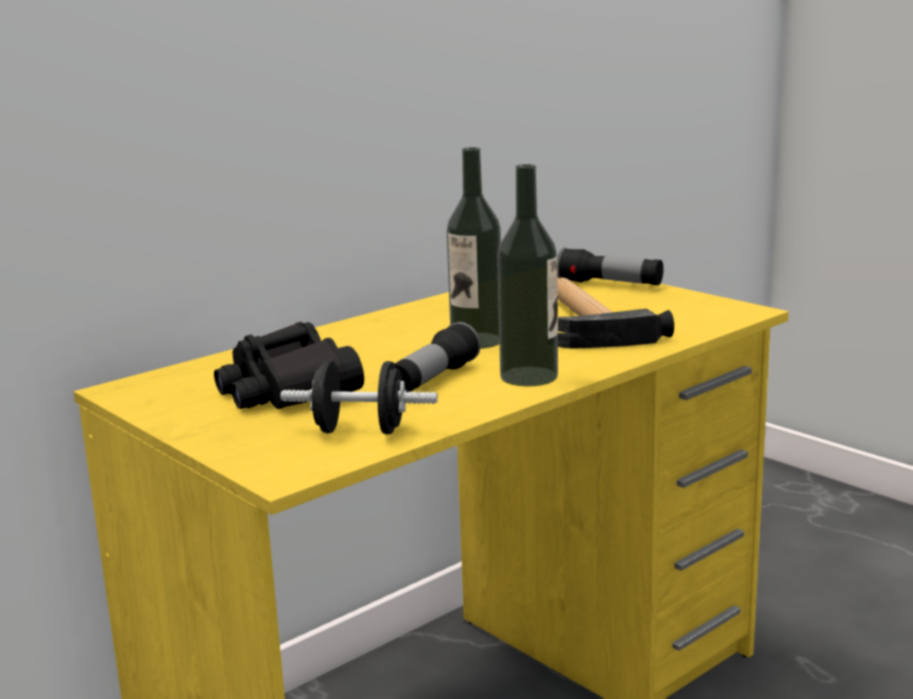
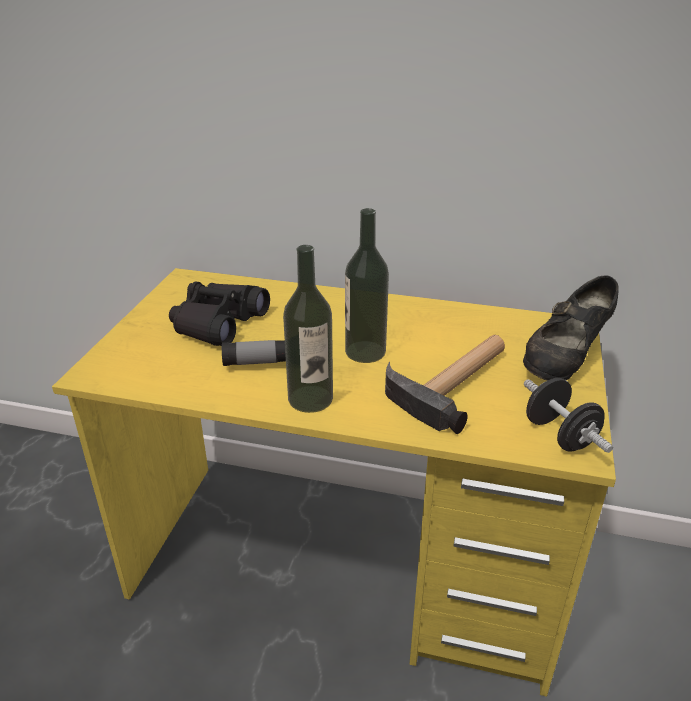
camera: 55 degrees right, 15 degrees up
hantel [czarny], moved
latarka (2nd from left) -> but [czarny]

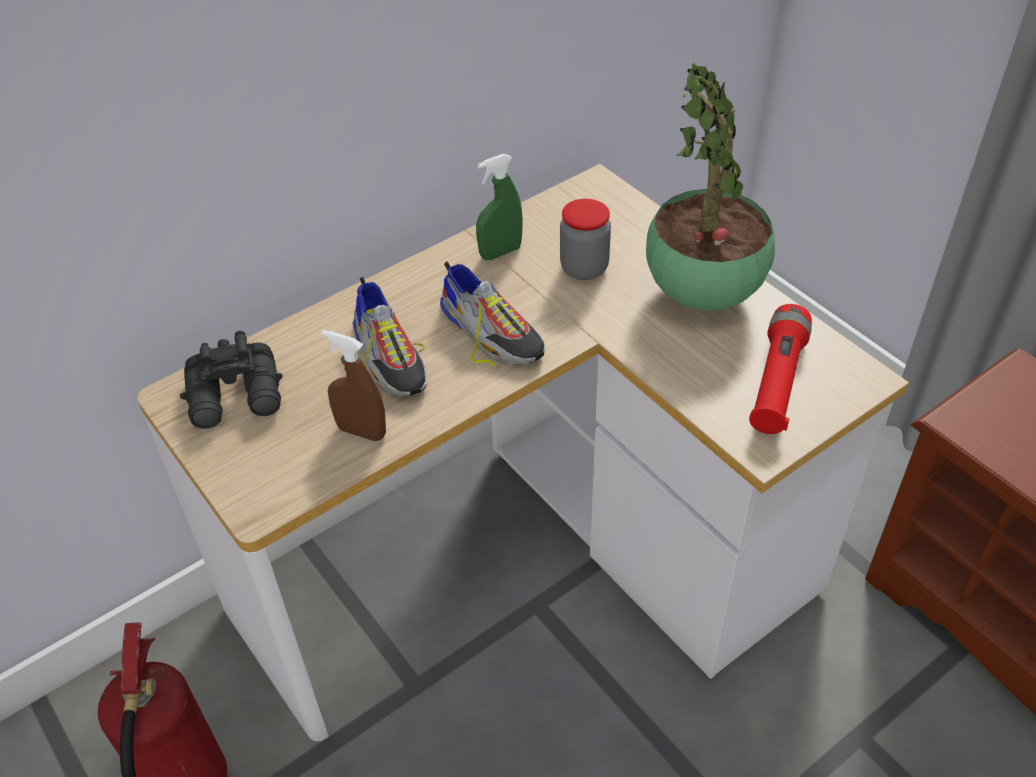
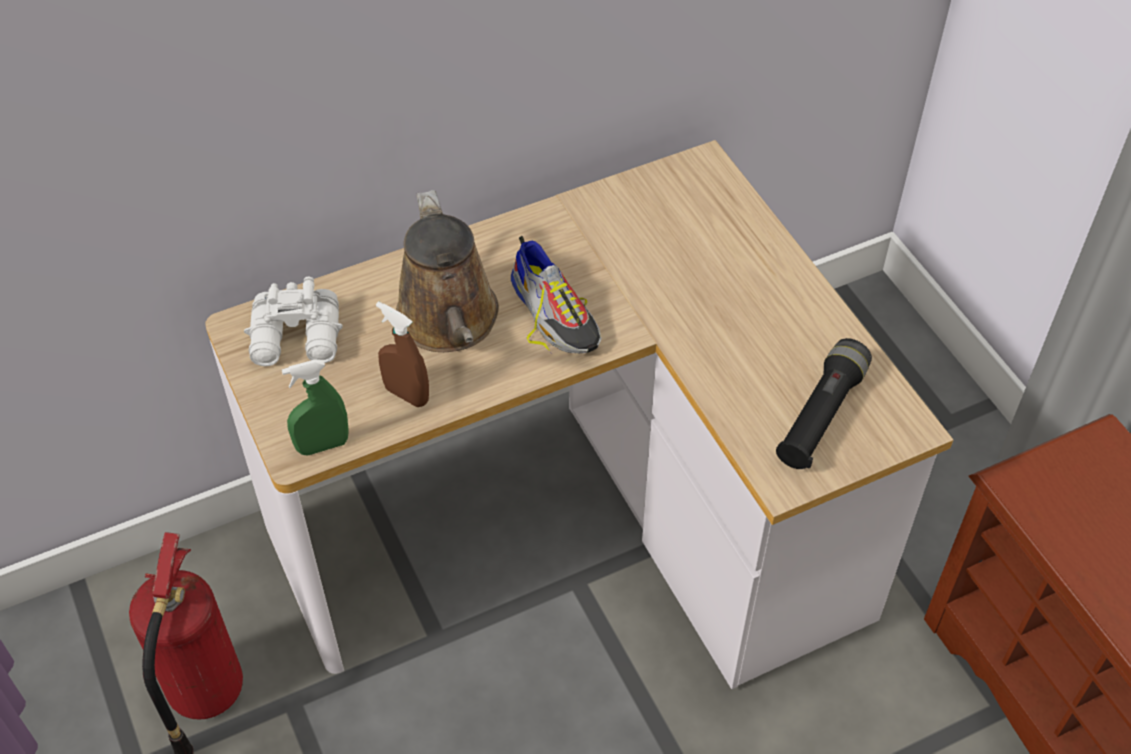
camera: 10 degrees right, 5 degrees up
lornetka [czarny] -> lornetka [biały]
but (1st from left) -> konewka [brązowy]
spryskiwacz [zielony], moved
słoik -> none
roślina doniczkowa -> none
latarka [czerwony] -> latarka [czarny]

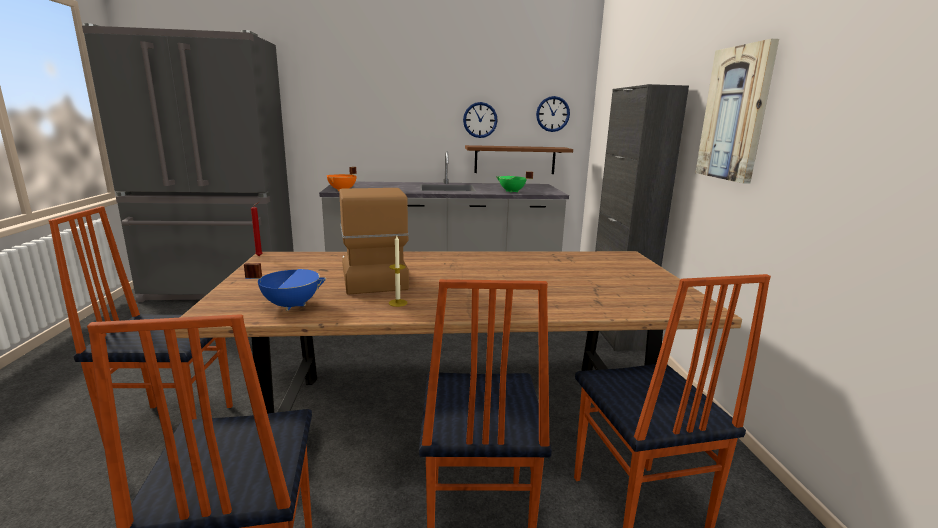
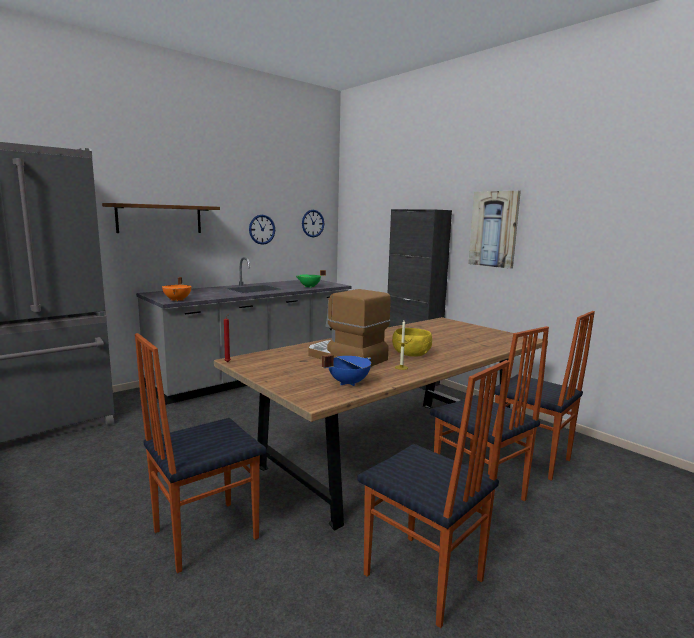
camera: 35 degrees left, 5 degrees down
półka [brązowy], moved
none -> miska [żółty]

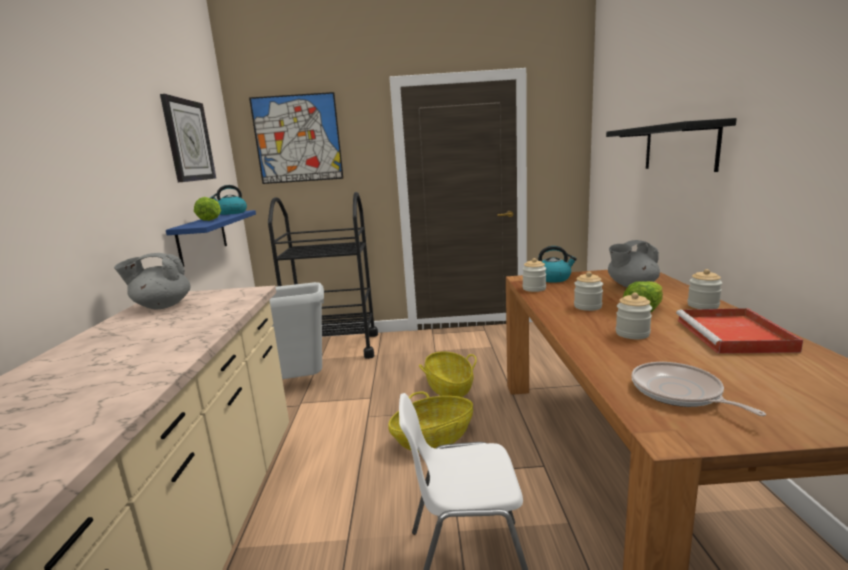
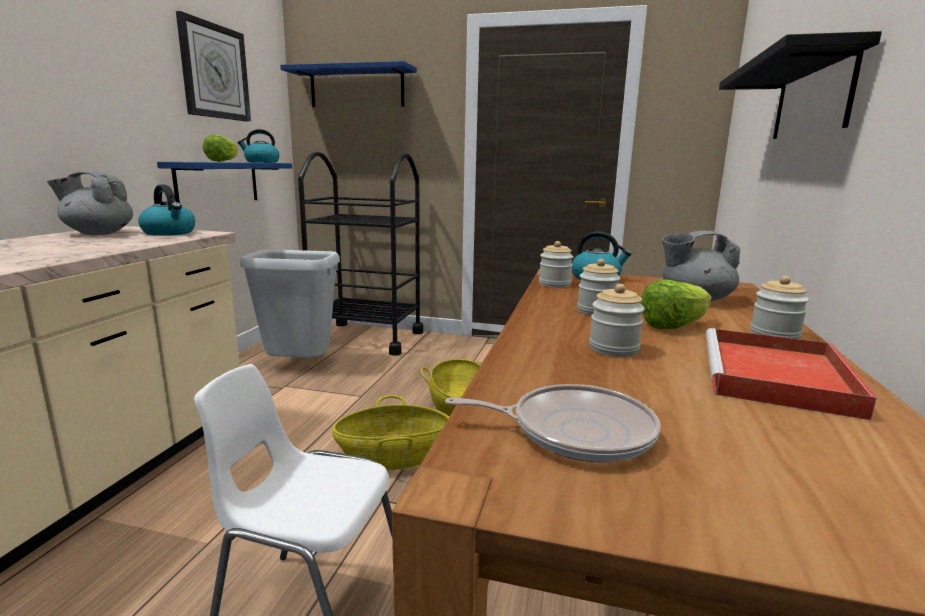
camera: 15 degrees right, 0 degrees up
obraz -> półka [niebieski] (2nd from left)
patelnia, 105 degrees clockwise
none -> czajnik (1st from left)

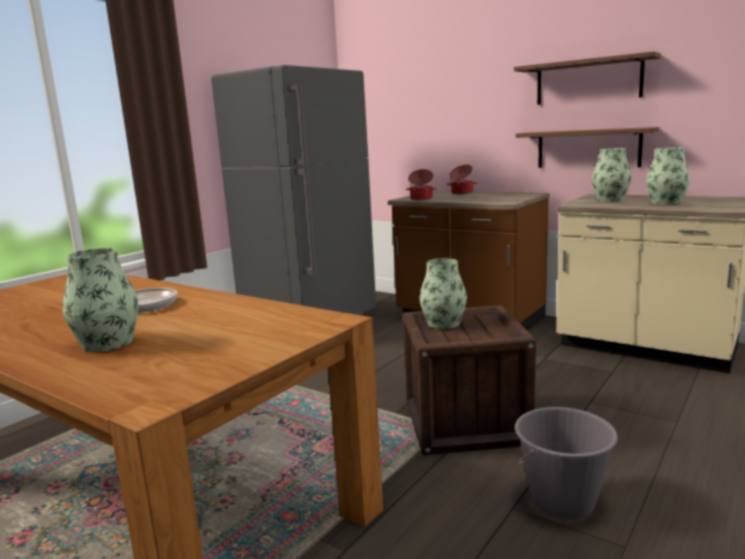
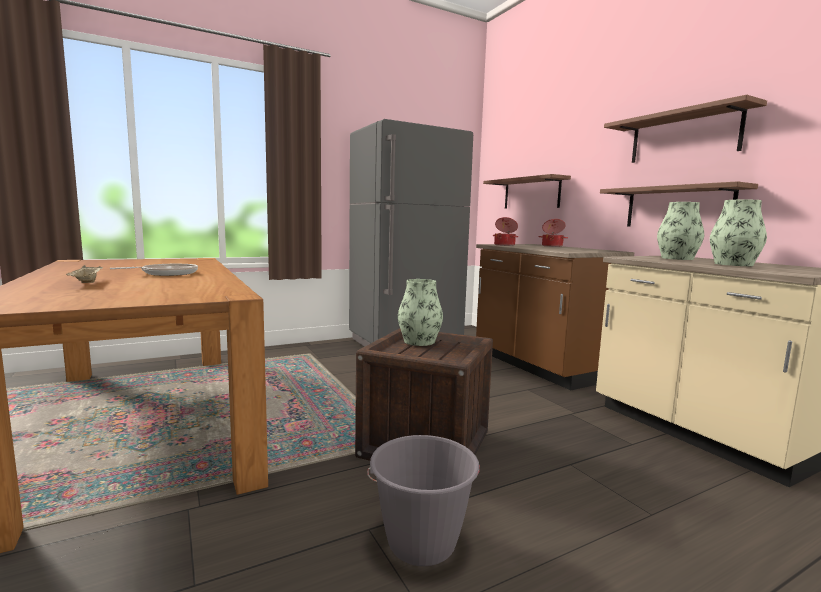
camera: 25 degrees right, 5 degrees down
wazon (1st from left) -> taca [beżowy]
none -> półka (1st from left)

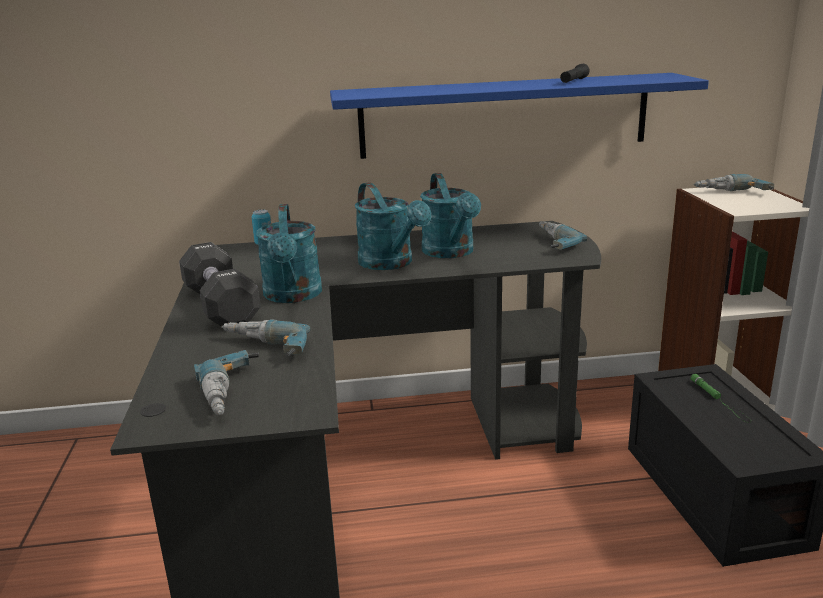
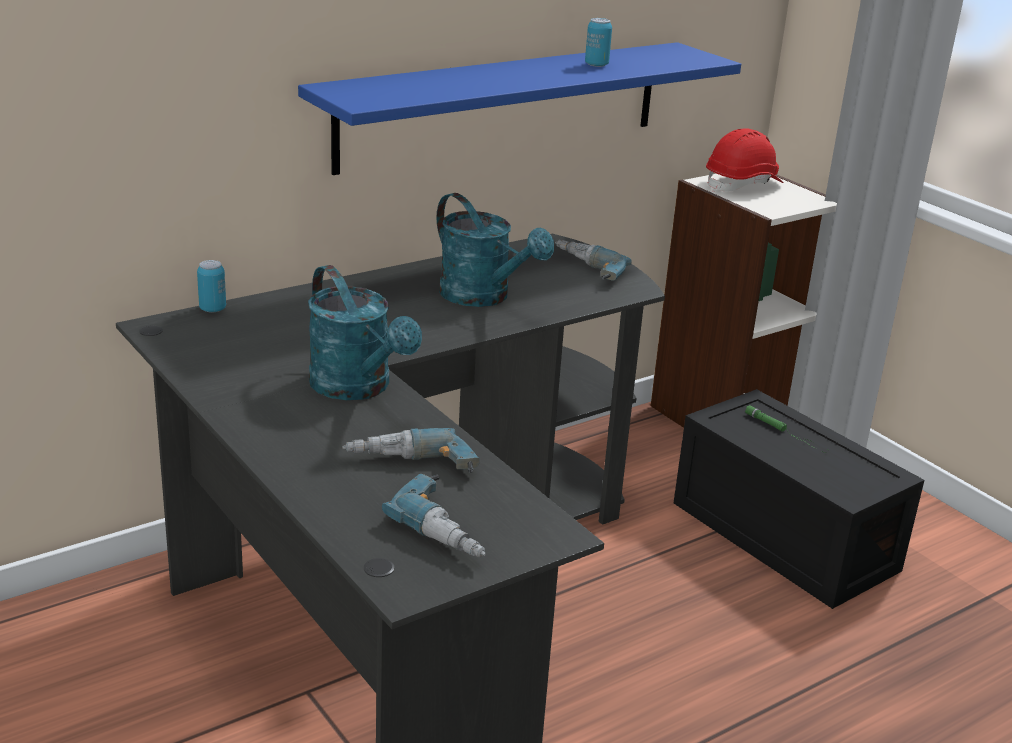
camera: 30 degrees left, 5 degrees up
hantel [czarny] -> none
konewka [turkusowy] (2nd from left) -> none
latarka [czarny] -> puszka (2nd from left)
wiertarka (4th from left) -> kask [czerwony]

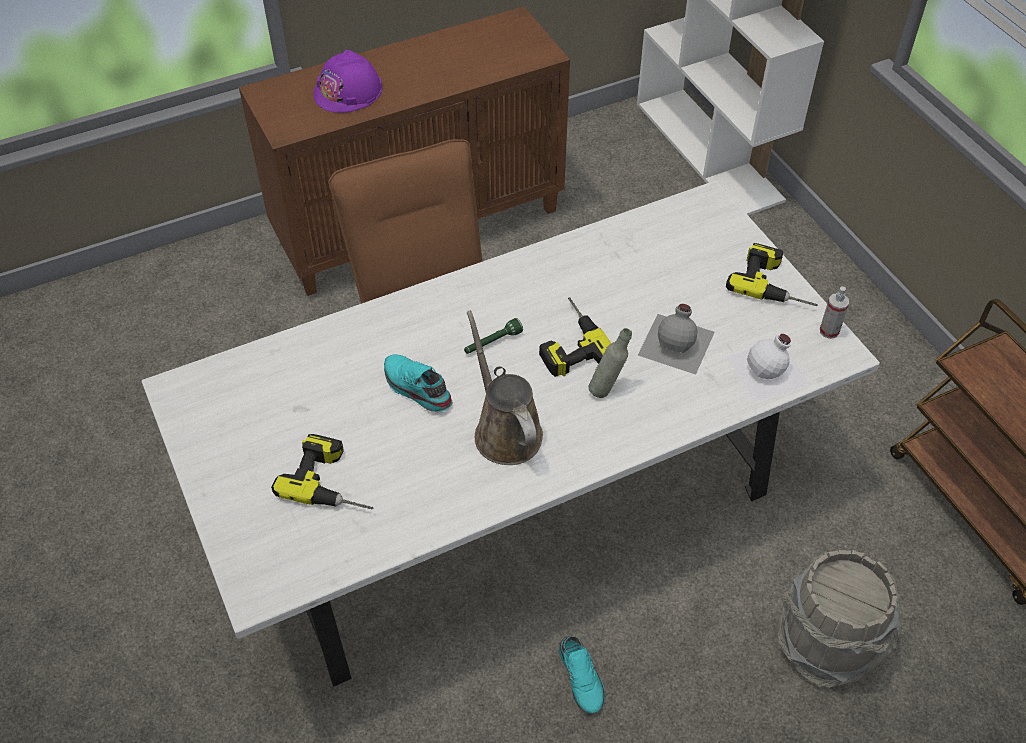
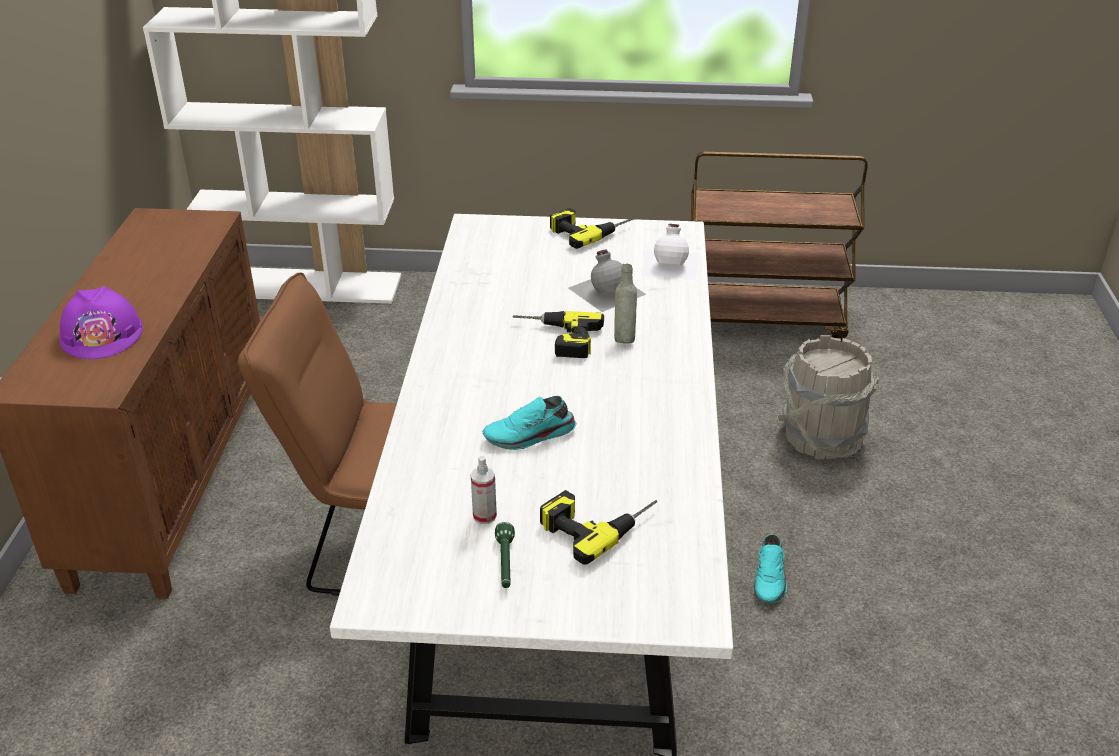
camera: 60 degrees left, 15 degrees down
latarka [zielony], moved
konewka [brązowy] -> none
but [turkusowy] (2nd from left), 90 degrees clockwise
spryskiwacz, moved

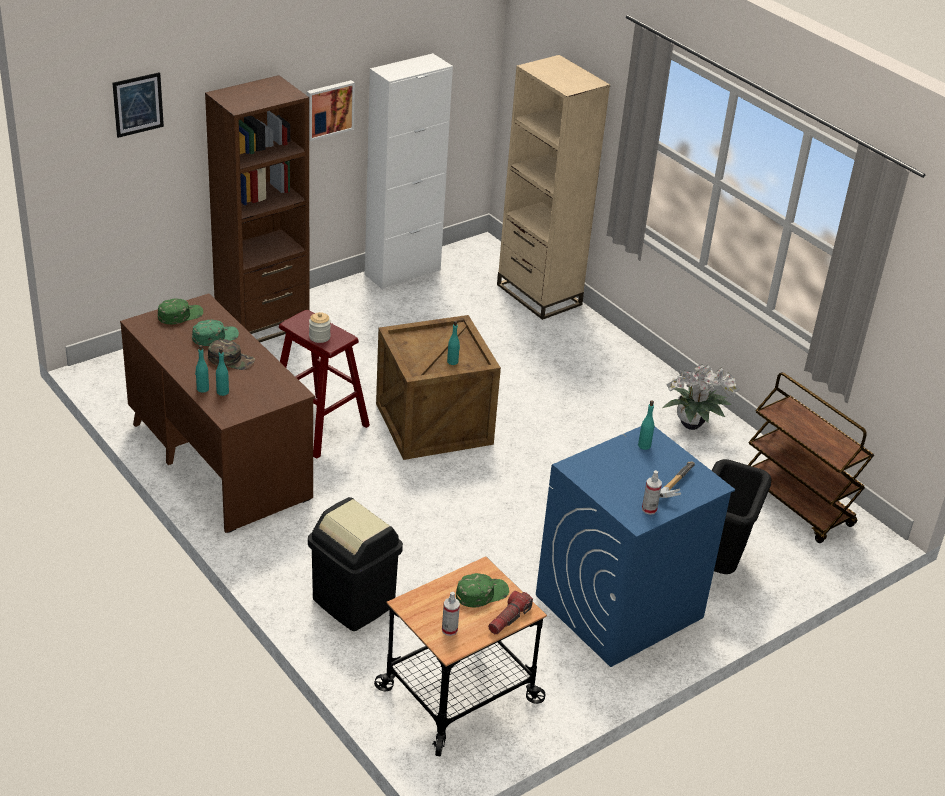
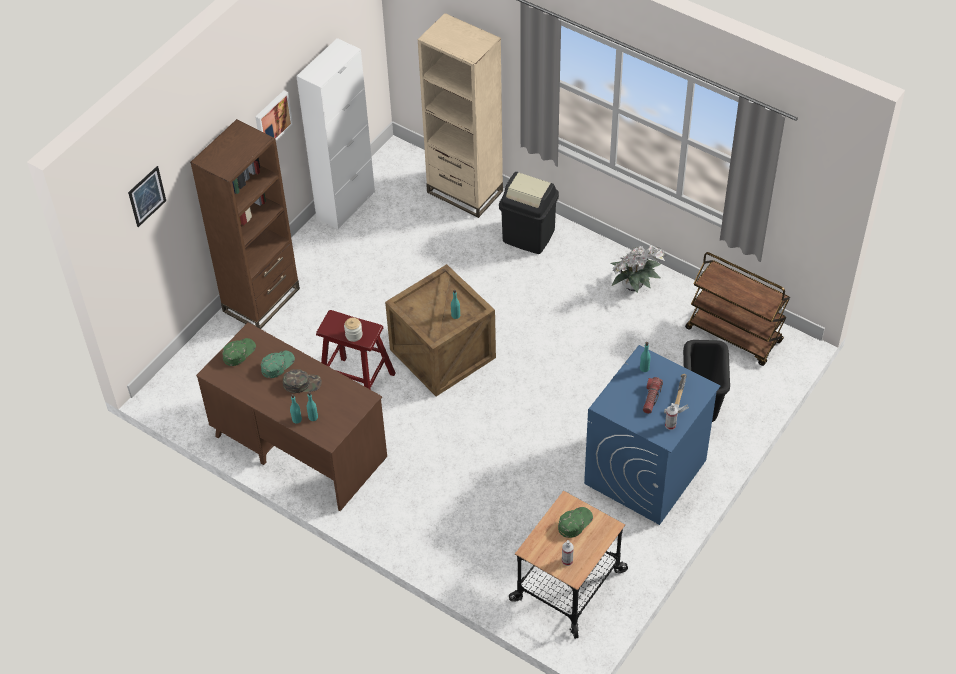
camera: 15 degrees left, 15 degrees up
kosz na śmieci [czarny] (1st from left), moved
latarka, moved

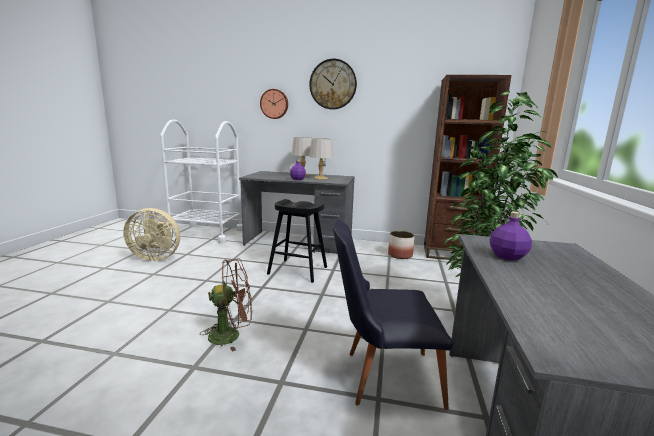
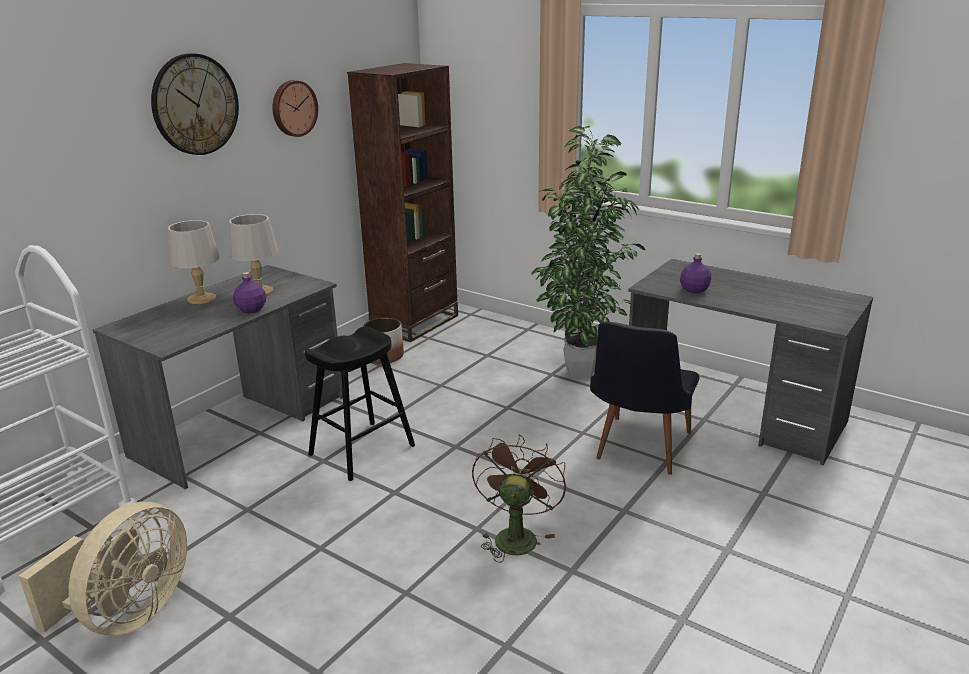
camera: 65 degrees left, 10 degrees up
zegar ścienny (1st from left in the first image) -> zegar ścienny (2nd from left), moved

